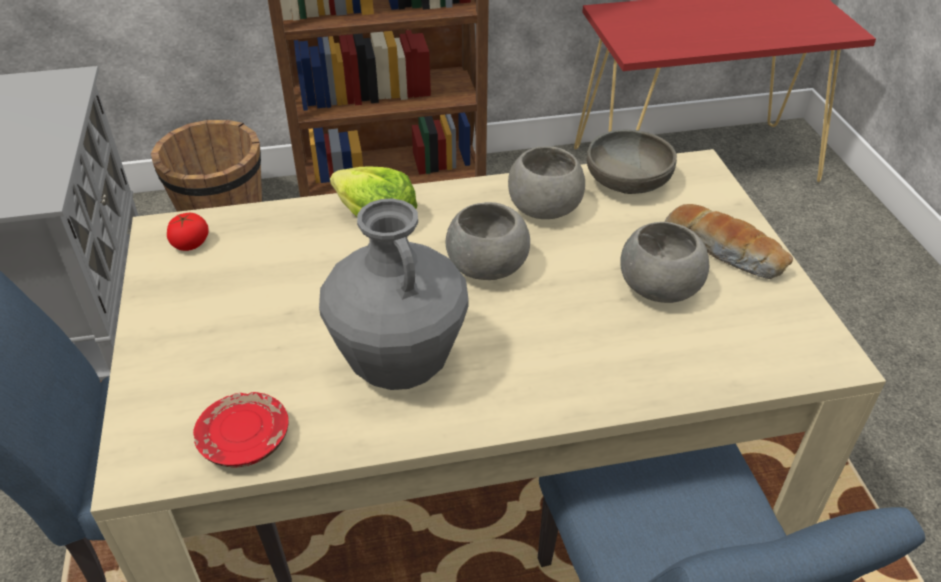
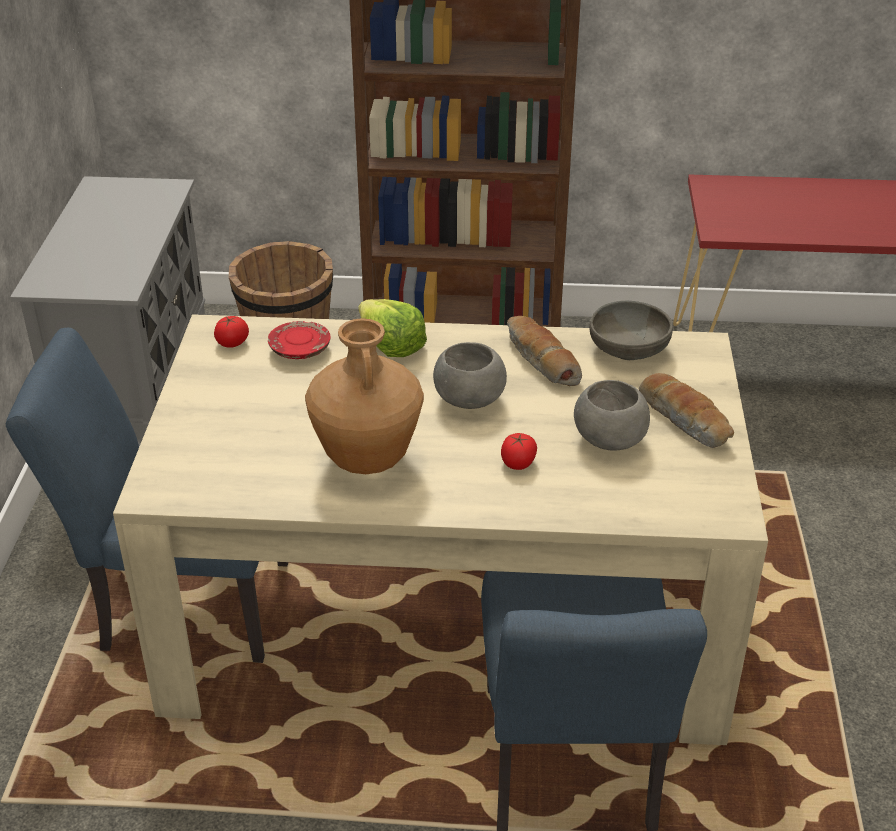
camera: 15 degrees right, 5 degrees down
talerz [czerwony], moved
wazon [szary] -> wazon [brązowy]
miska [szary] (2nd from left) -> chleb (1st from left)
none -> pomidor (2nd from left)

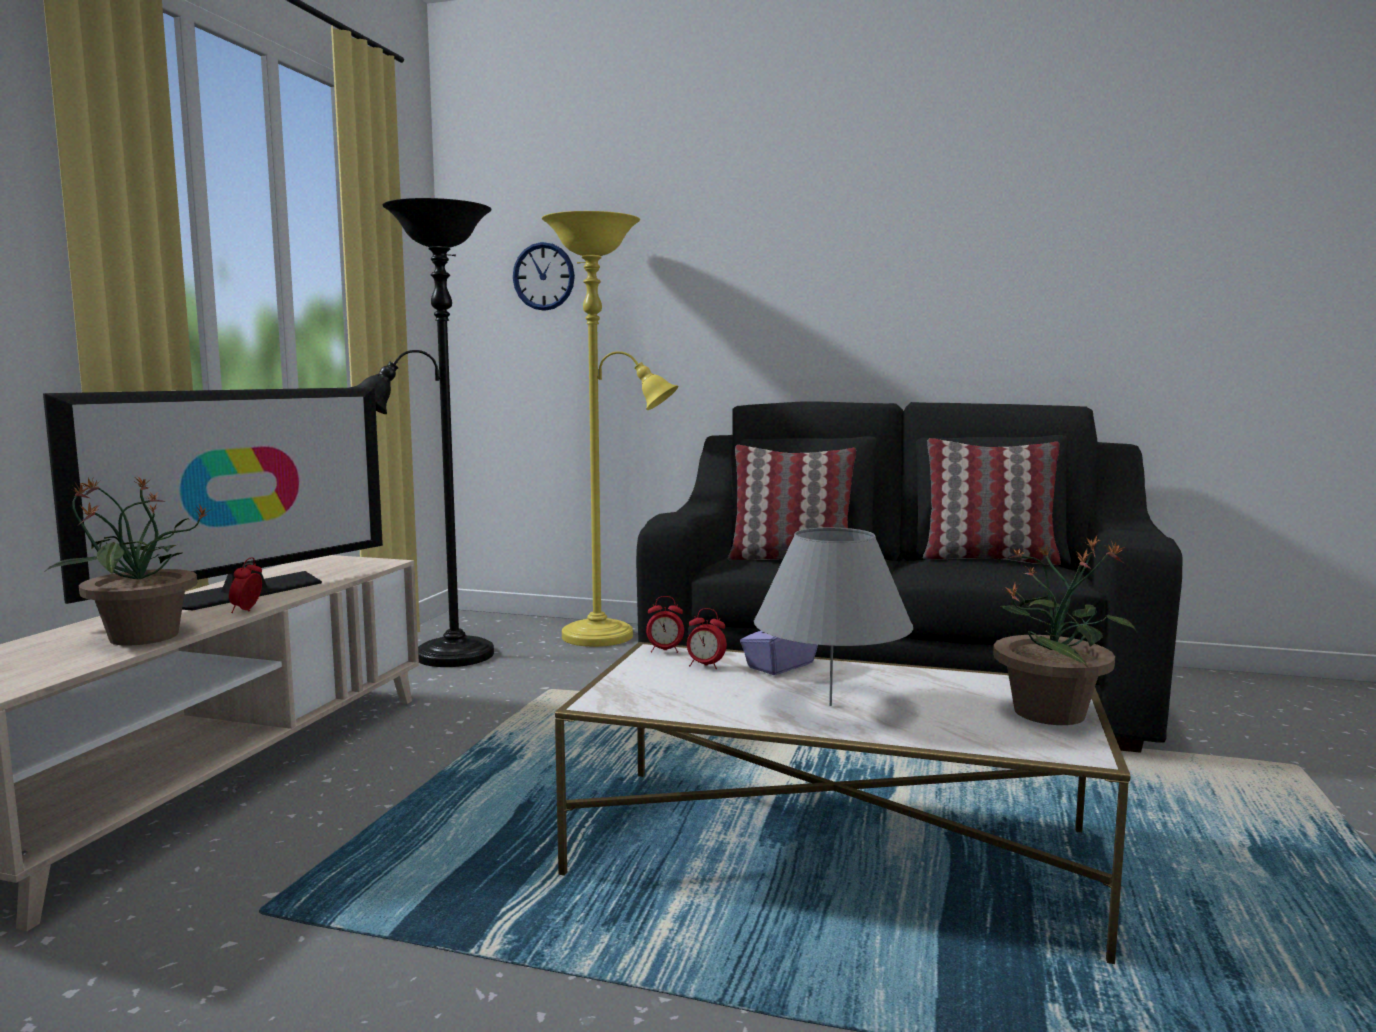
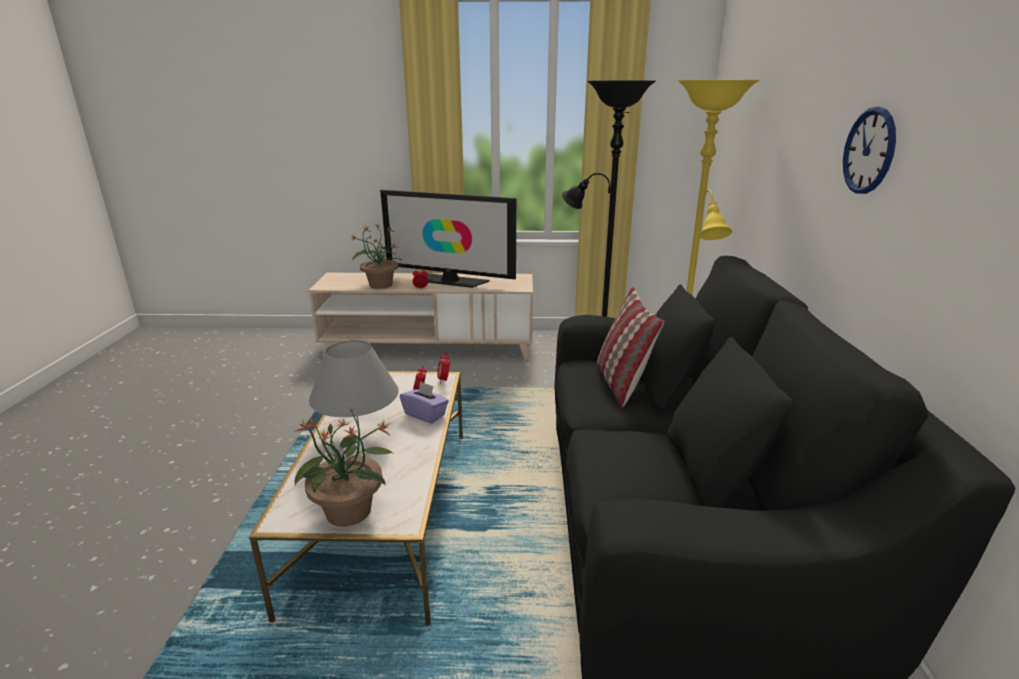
camera: 75 degrees right, 15 degrees up
zegar ścienny, moved
poduszka (2nd from left) -> none

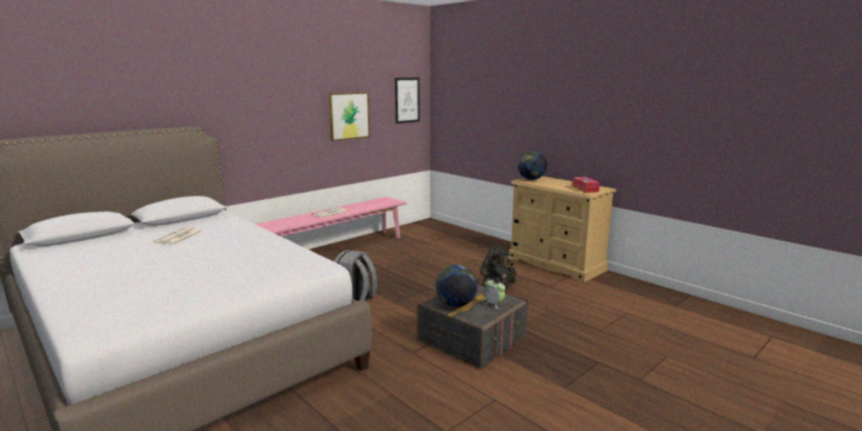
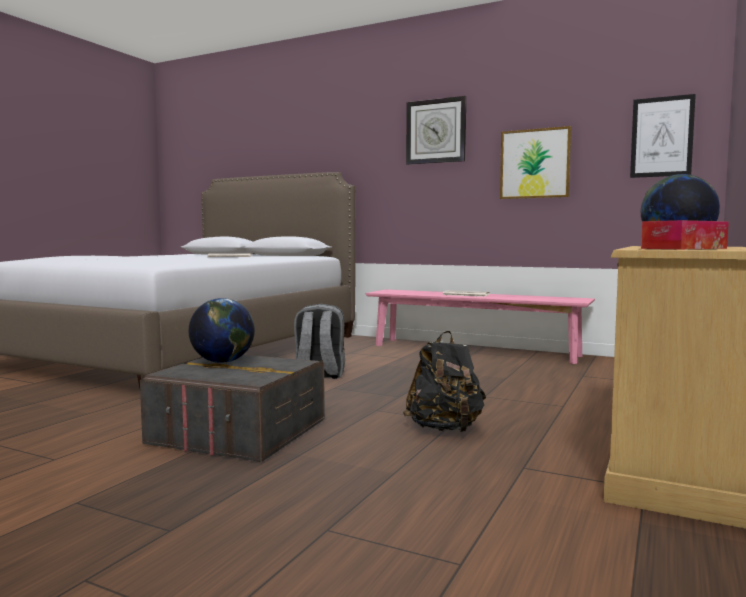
camera: 70 degrees right, 10 degrees down
budzik -> none
none -> zegar ścienny

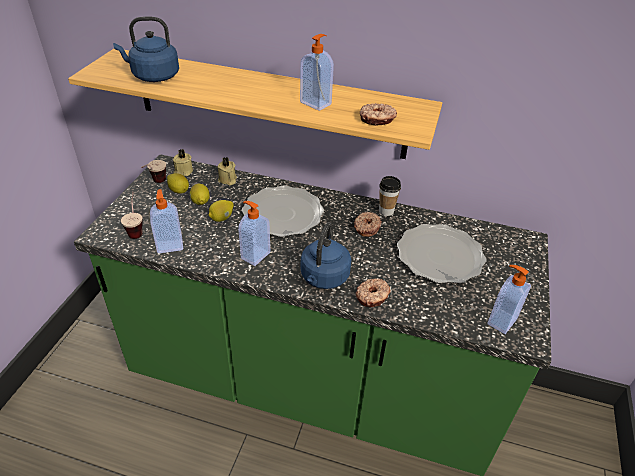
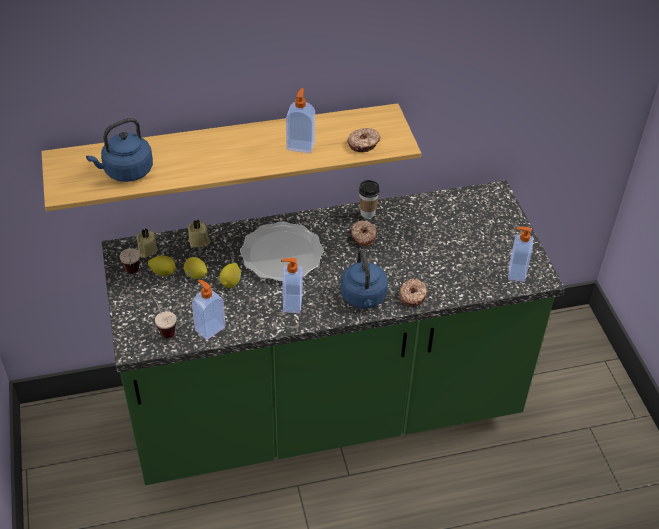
camera: 30 degrees left, 5 degrees up
talerz (2nd from left) -> none

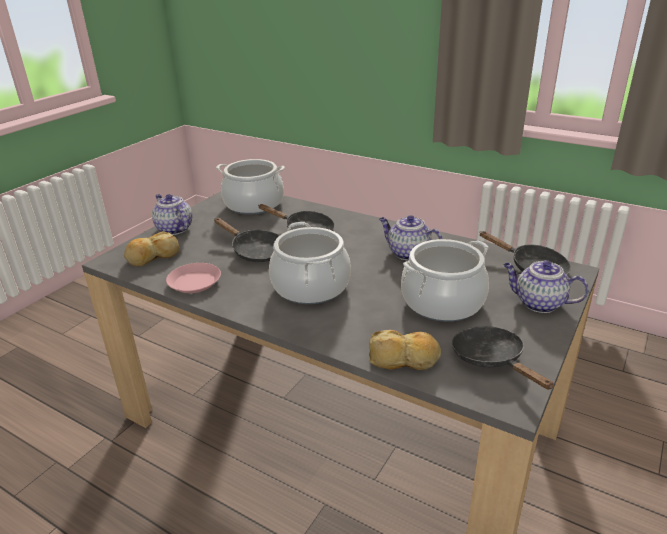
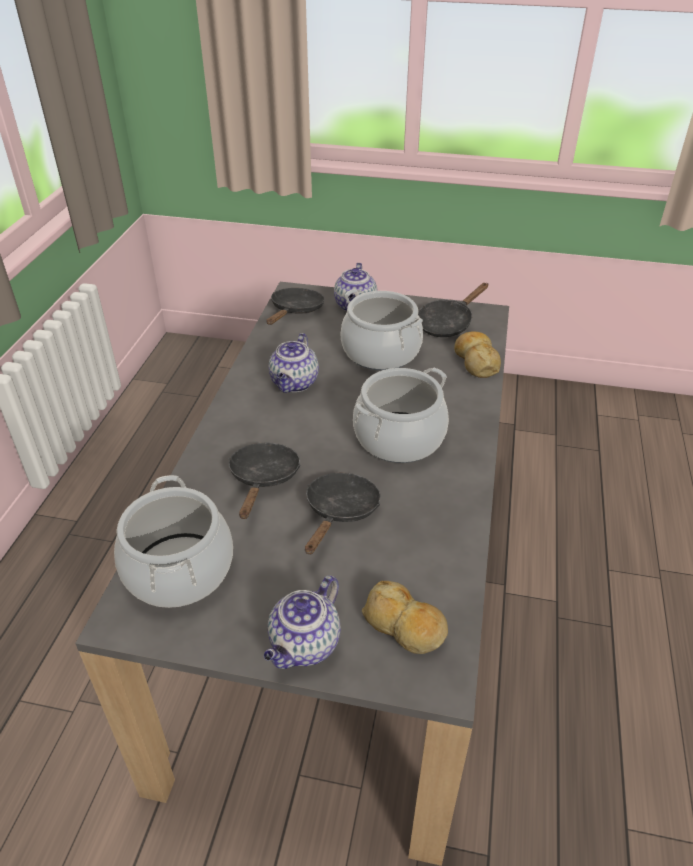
camera: 110 degrees left, 10 degrees up
talerz [różowy] -> none

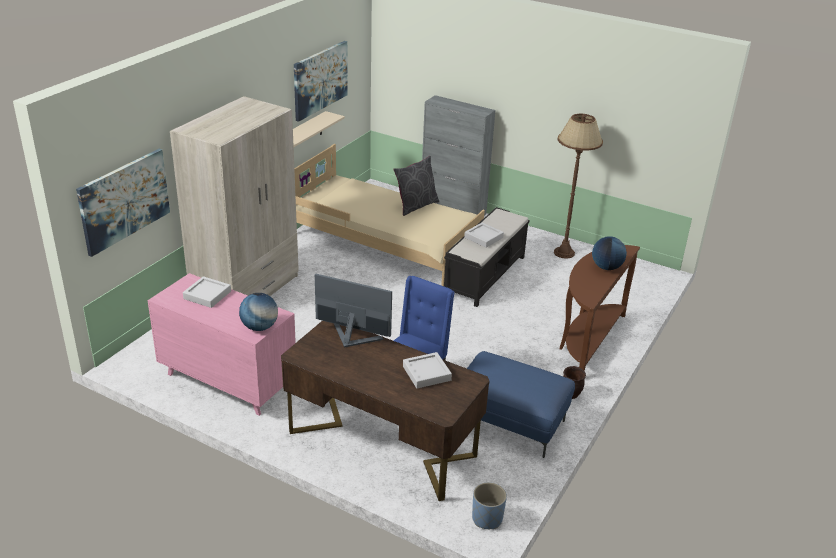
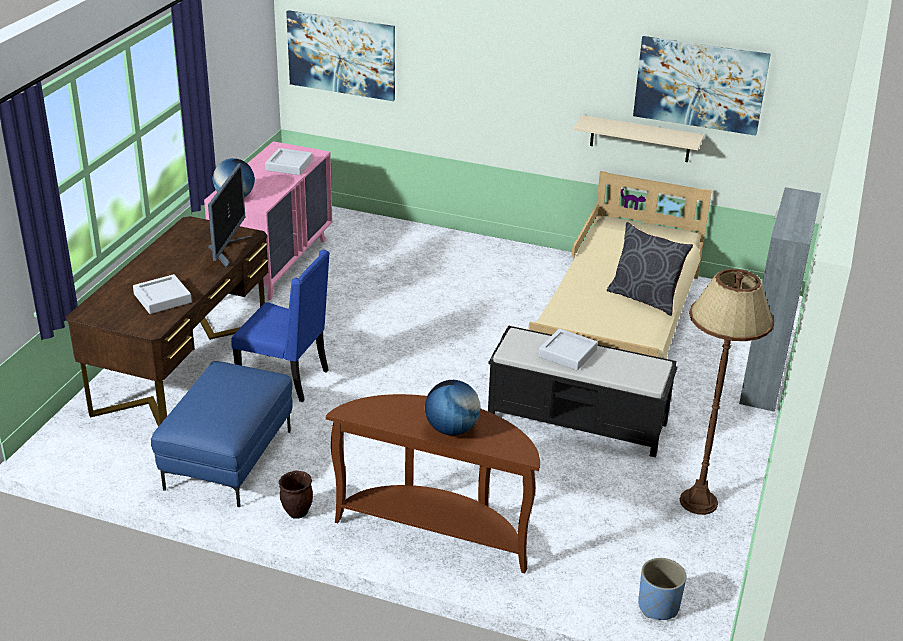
camera: 80 degrees right, 0 degrees up
szafa [beżowy] -> none
donica [niebieski], moved

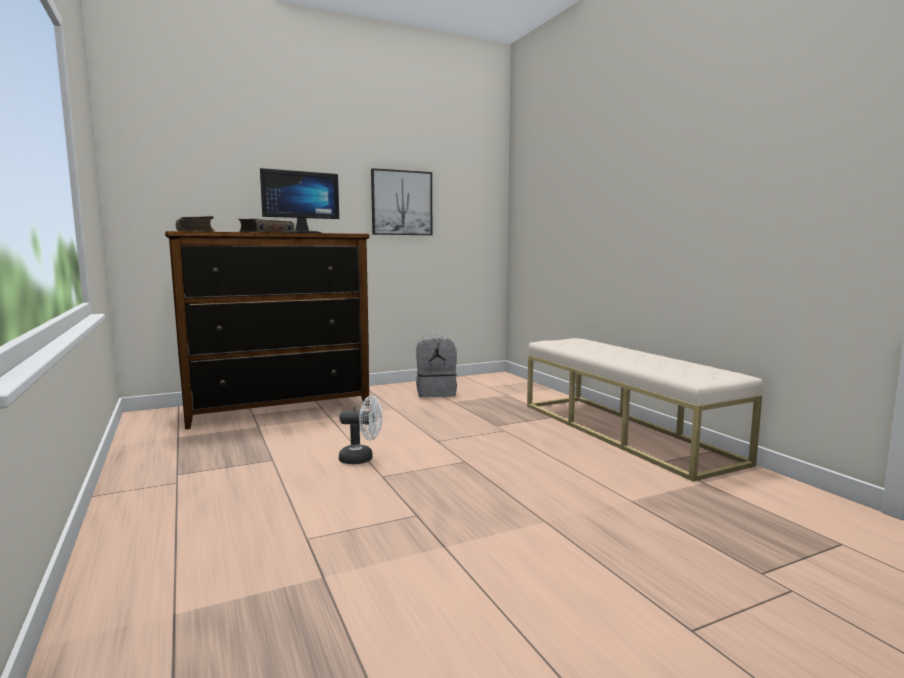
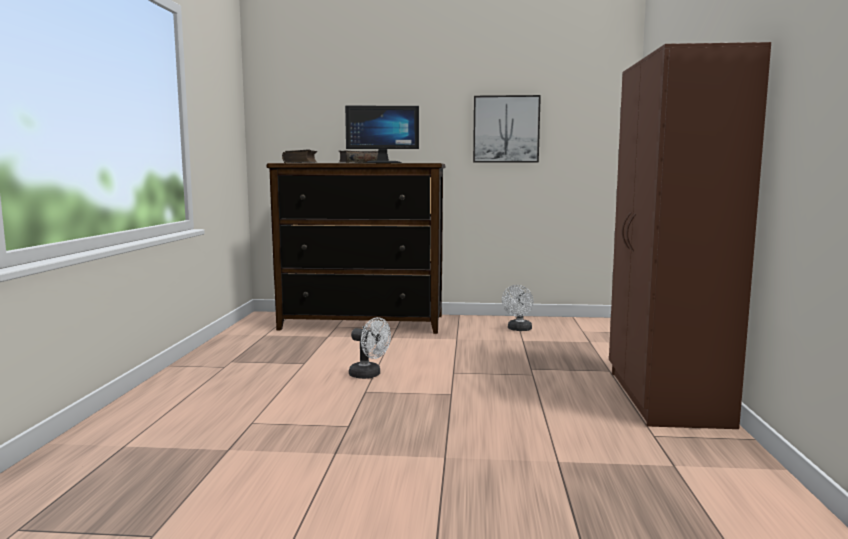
camera: 30 degrees right, 0 degrees up
plecak [szary] -> wentylator [biały] (2nd from left)
ławka [beżowy] -> szafa [brązowy]

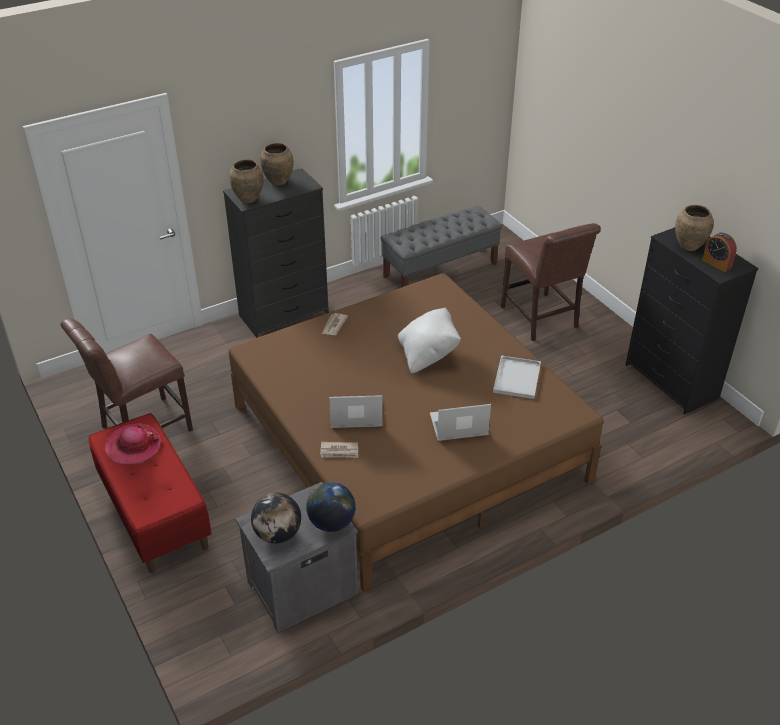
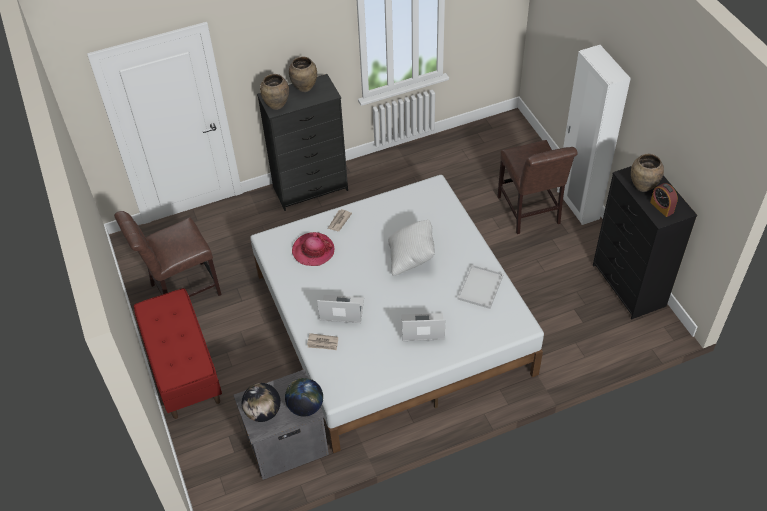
camera: 10 degrees right, 10 degrees up
kapelusz, moved
łóżko [brązowy] -> łóżko [biały]
ławka [szary] -> none
none -> szafa [biały]

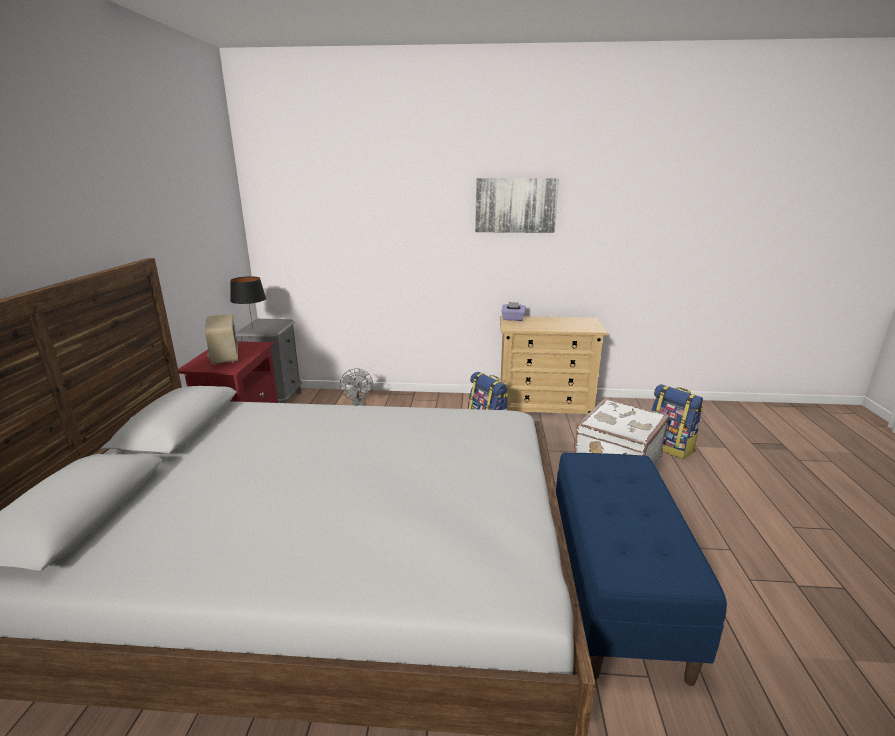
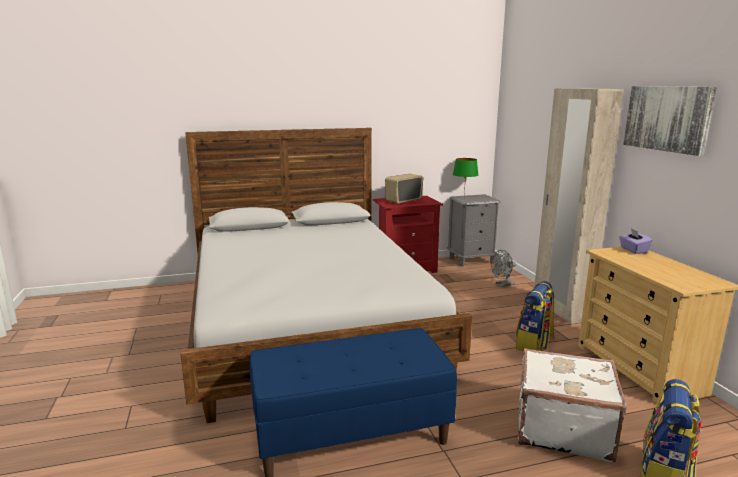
camera: 70 degrees right, 5 degrees down
lampa stołowa [czarny] -> lampa stołowa [zielony]
none -> szafa [beżowy]

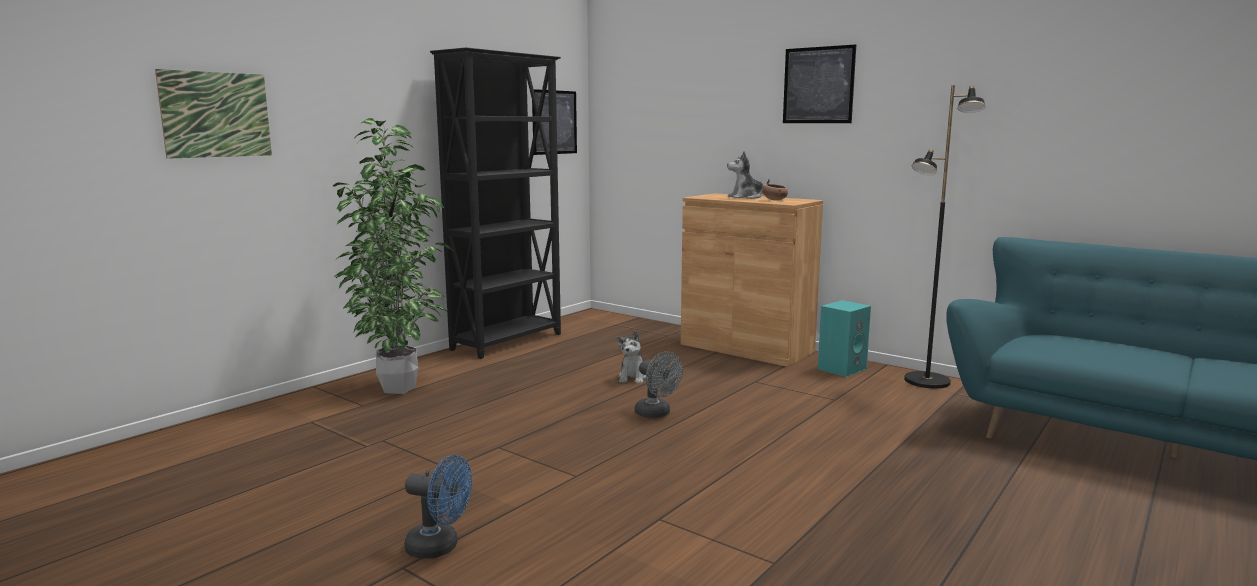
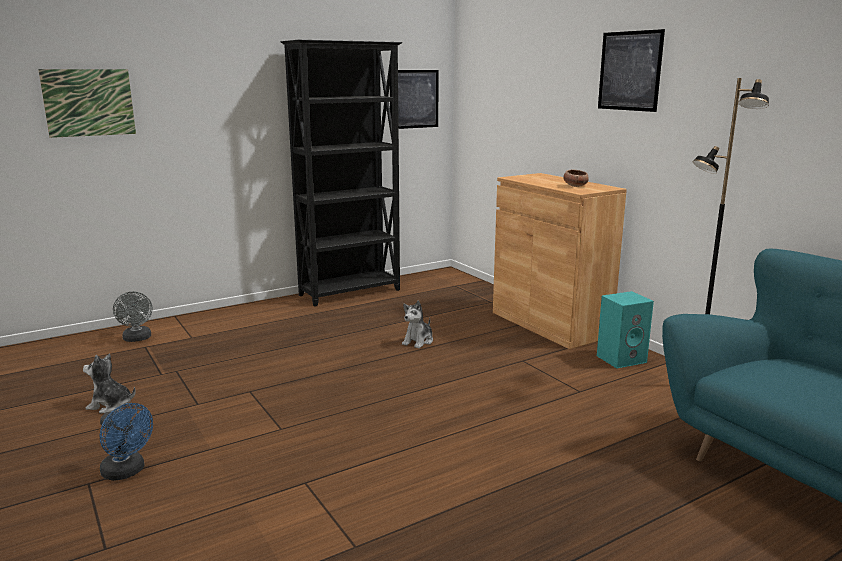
camera: 20 degrees right, 5 degrees up
roślina doniczkowa -> none
wentylator [szary], moved
pluszak (2nd from left in the first image) -> pluszak (1st from left), moved

